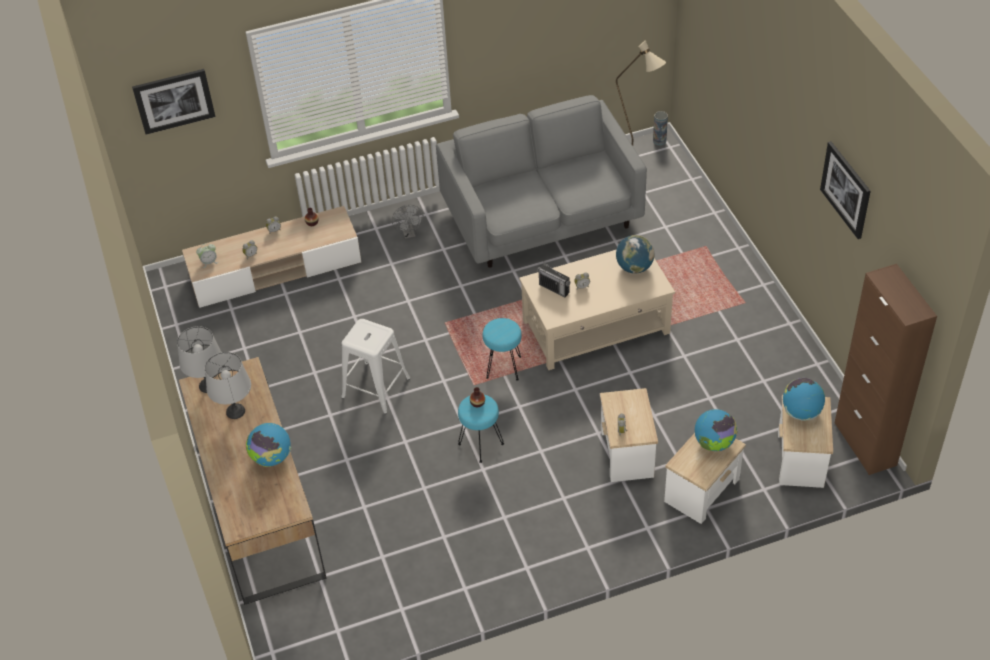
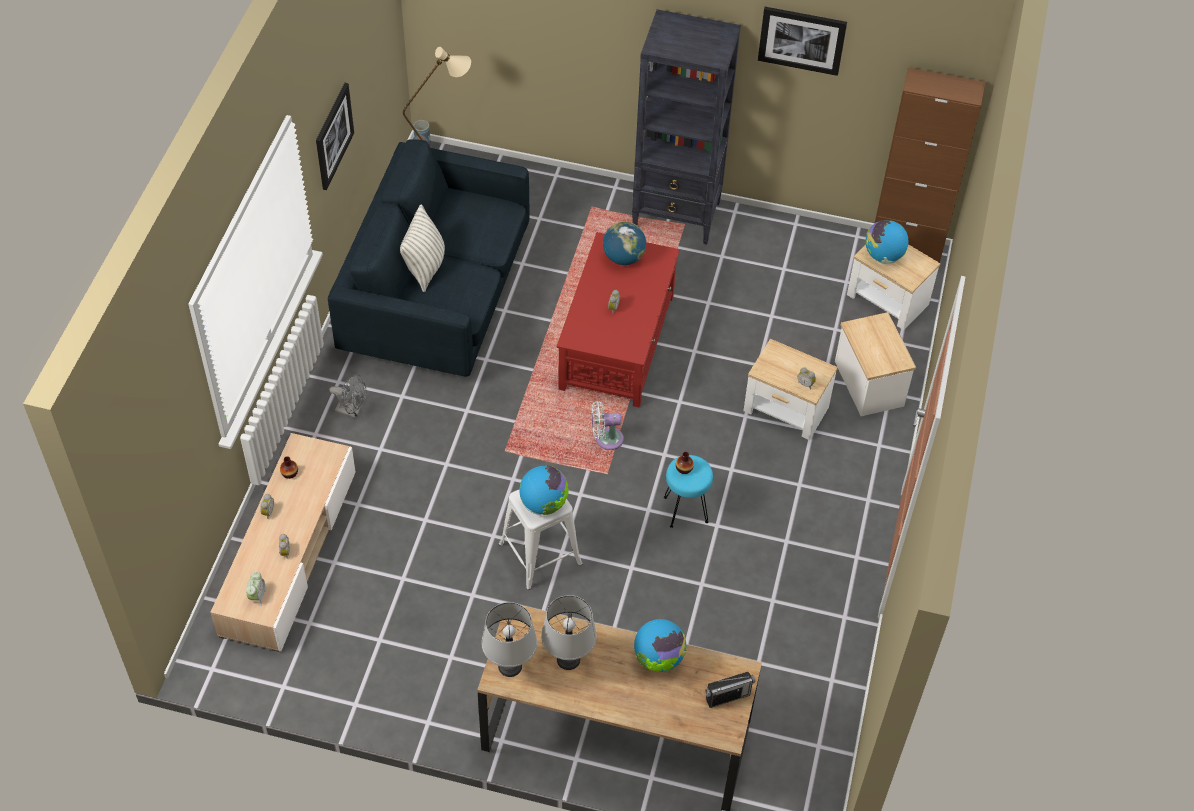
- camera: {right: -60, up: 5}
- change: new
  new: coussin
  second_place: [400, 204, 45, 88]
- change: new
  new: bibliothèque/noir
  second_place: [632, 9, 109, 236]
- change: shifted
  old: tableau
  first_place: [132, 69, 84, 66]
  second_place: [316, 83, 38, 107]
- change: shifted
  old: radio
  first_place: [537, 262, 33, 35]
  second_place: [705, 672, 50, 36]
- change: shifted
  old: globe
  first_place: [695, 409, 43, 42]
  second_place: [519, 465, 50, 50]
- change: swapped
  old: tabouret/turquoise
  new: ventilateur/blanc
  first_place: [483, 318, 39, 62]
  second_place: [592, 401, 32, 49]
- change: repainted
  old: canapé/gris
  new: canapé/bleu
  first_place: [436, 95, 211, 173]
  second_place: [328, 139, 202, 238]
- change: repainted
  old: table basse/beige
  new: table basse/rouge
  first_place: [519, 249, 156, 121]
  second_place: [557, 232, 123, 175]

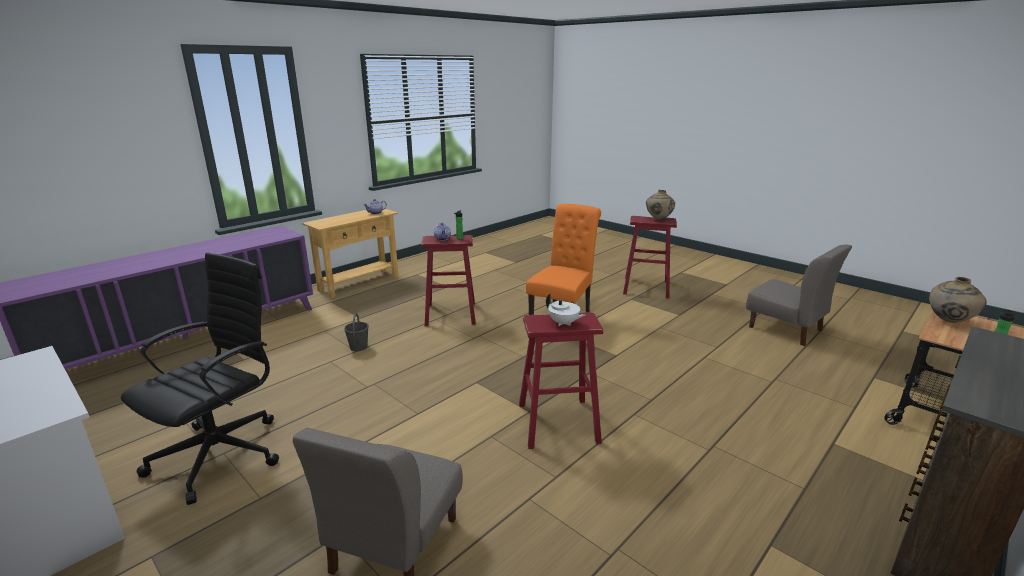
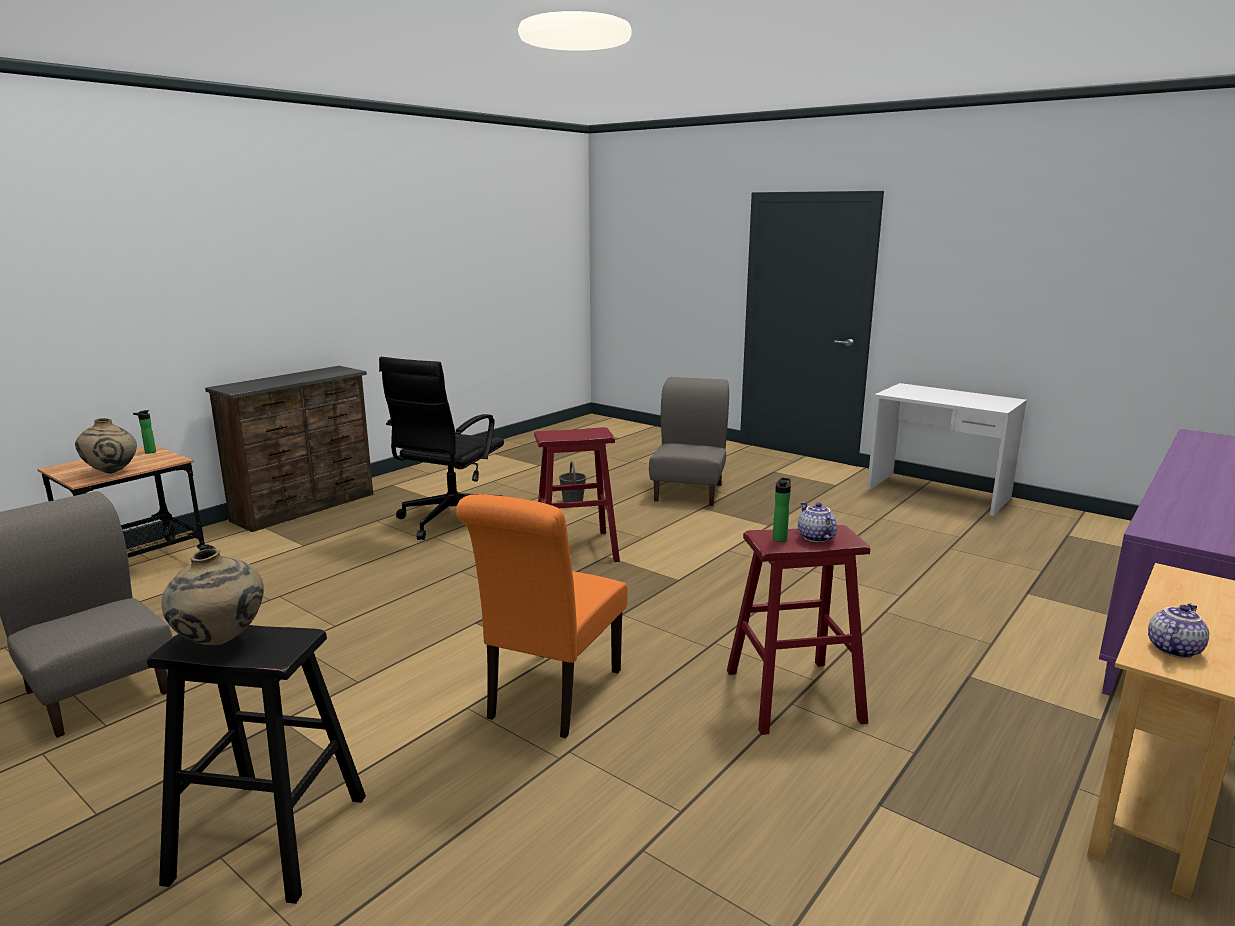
- camera: {right: 175, up: -5}
- change: gone
  old: théière/blanc
  first_place: [546, 294, 39, 32]
- change: shifted
  old: chaise de bureau/noir
  first_place: [121, 253, 158, 252]
  second_place: [379, 357, 125, 183]
- change: shifted
  old: seau/gris
  first_place: [344, 313, 25, 38]
  second_place: [559, 461, 27, 41]
- change: repainted
  old: tabouret/rouge
  new: tabouret/noir
  first_place: [623, 216, 54, 83]
  second_place: [147, 625, 219, 279]

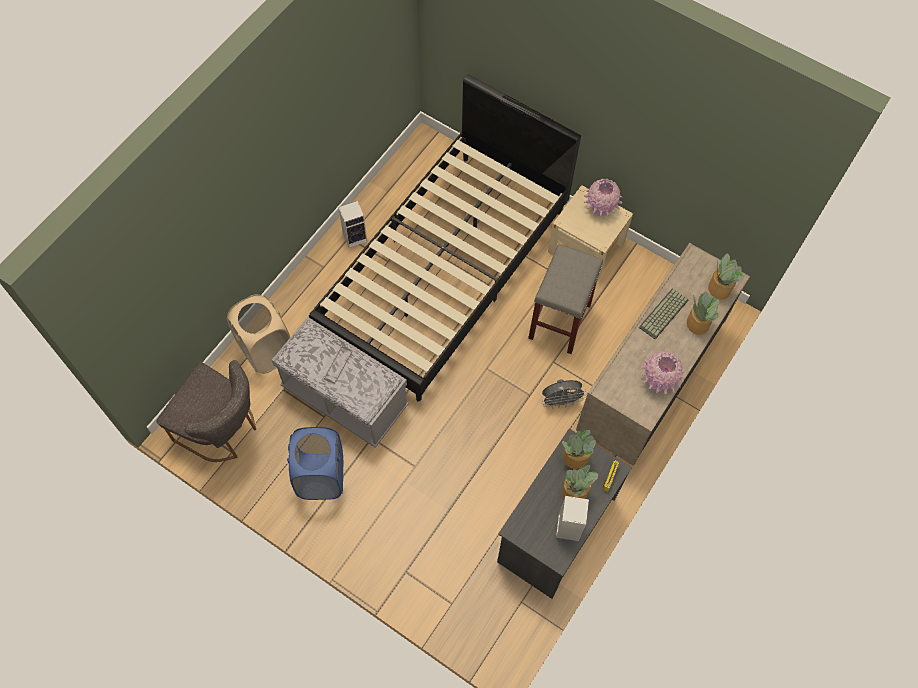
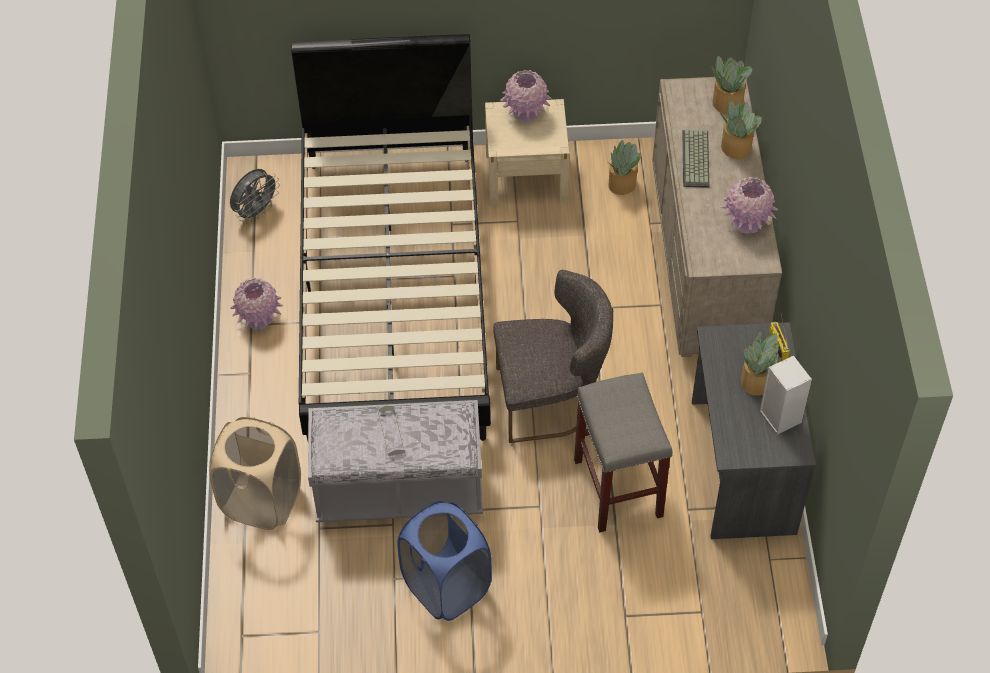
- camera: {right: -35, up: -10}
- change: shifted
  old: chaise/gris
  first_place: [156, 360, 100, 102]
  second_place: [493, 270, 120, 173]
- change: shifted
  old: tabouret/gris
  first_place: [528, 244, 75, 110]
  second_place: [574, 373, 99, 159]
- change: shifted
  old: ventilateur/gris
  first_place: [541, 379, 46, 30]
  second_place: [230, 169, 50, 53]
- change: shifted
  old: plante en pot
  first_place: [562, 430, 34, 39]
  second_place: [608, 140, 32, 55]
- change: swapped
  old: enceinte
  new: vase/rose
  first_place: [338, 201, 29, 47]
  second_place: [231, 278, 53, 52]

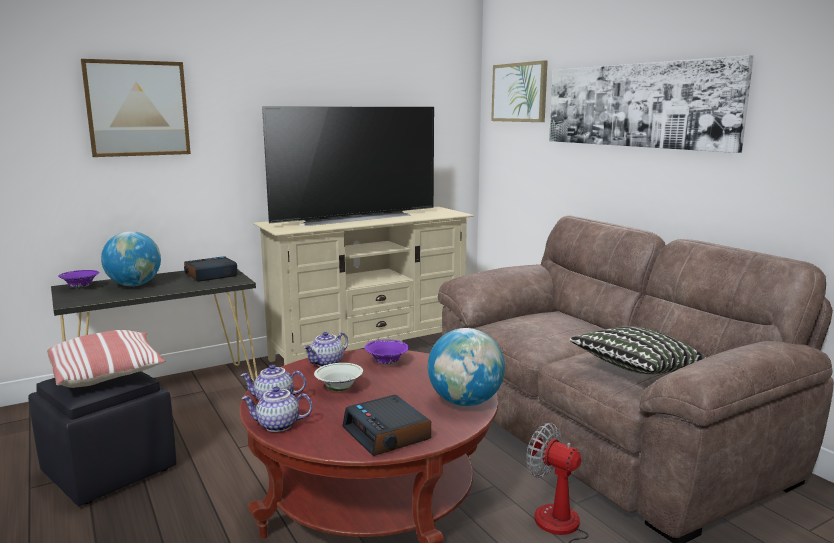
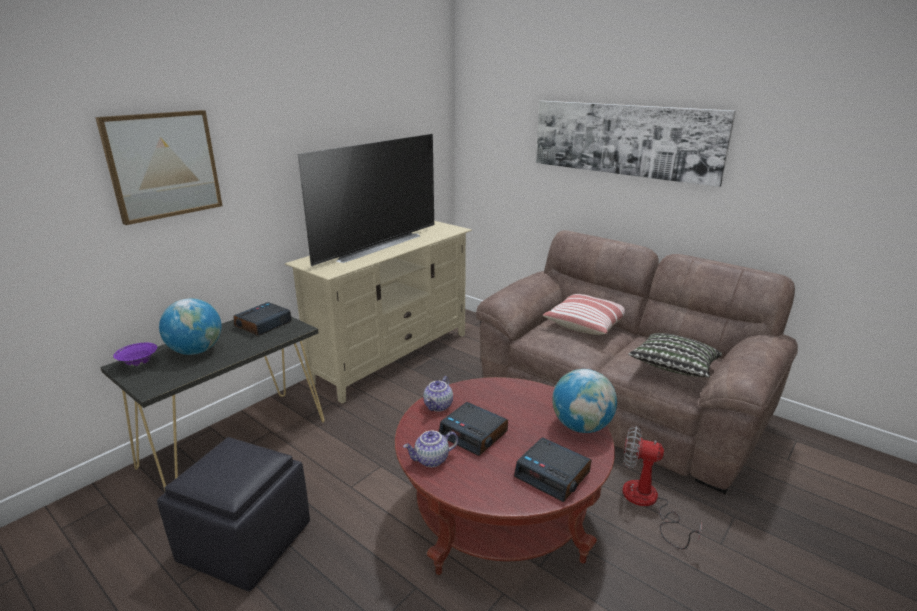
- camera: {right: -20, up: 10}
- change: gone
  old: théière
  first_place: [241, 386, 72, 46]
- change: gone
  old: bol/violet
  first_place: [365, 339, 44, 26]
- change: gone
  old: tableau
  first_place: [491, 60, 57, 62]
- change: shifted
  old: coussin
  first_place: [47, 330, 119, 58]
  second_place: [543, 294, 82, 41]
- change: swapped
  old: bol/blanc
  new: réveil
  first_place: [314, 363, 49, 28]
  second_place: [439, 402, 69, 54]

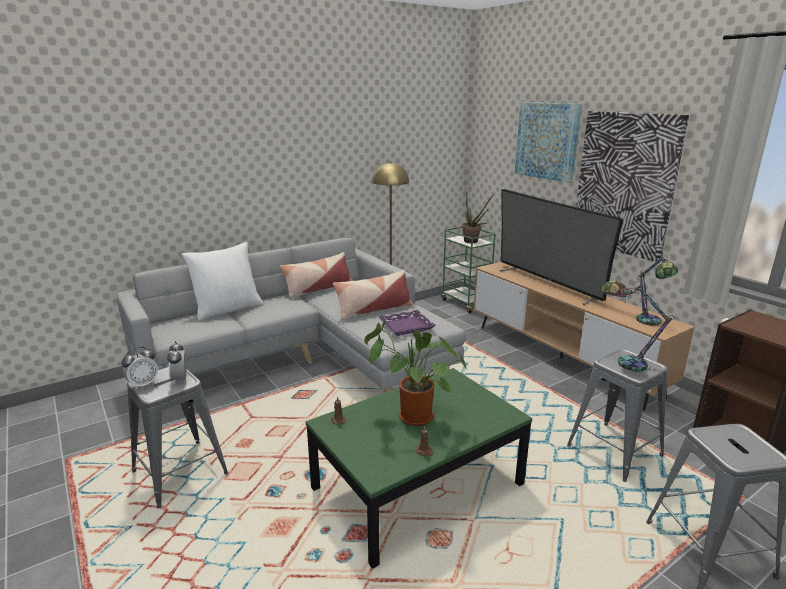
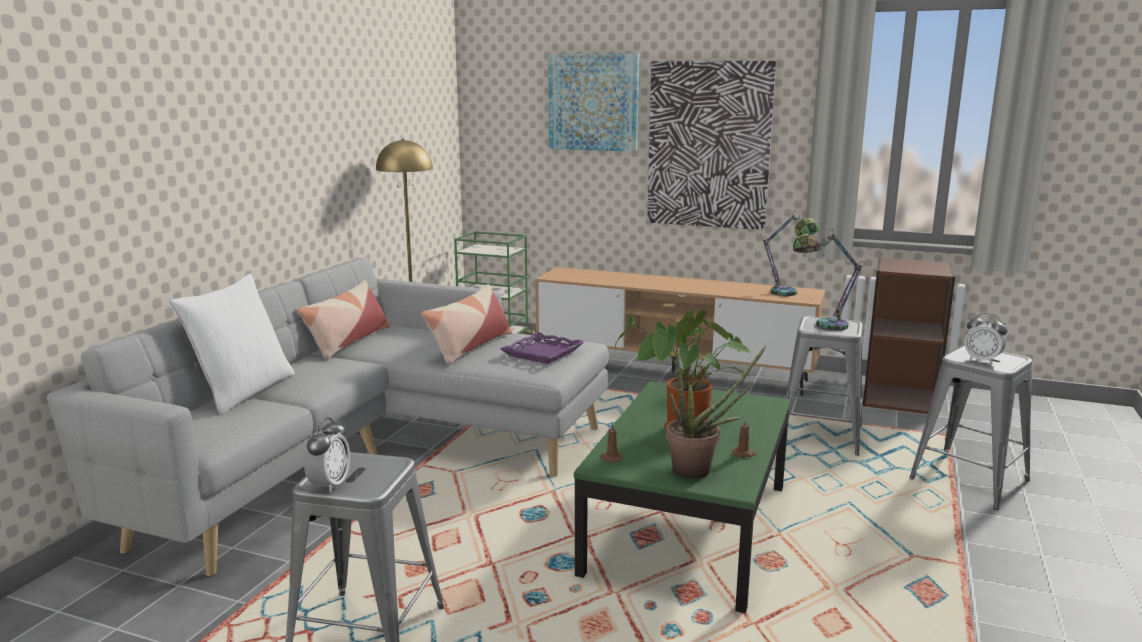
- camera: {right: -35, up: -5}
- change: gone
  old: téléviseur
  first_place: [500, 189, 123, 116]
- change: shifted
  old: réveil
  first_place: [167, 341, 20, 43]
  second_place: [964, 313, 43, 51]
- change: shifted
  old: plante en pot
  first_place: [462, 191, 32, 52]
  second_place: [666, 345, 100, 134]

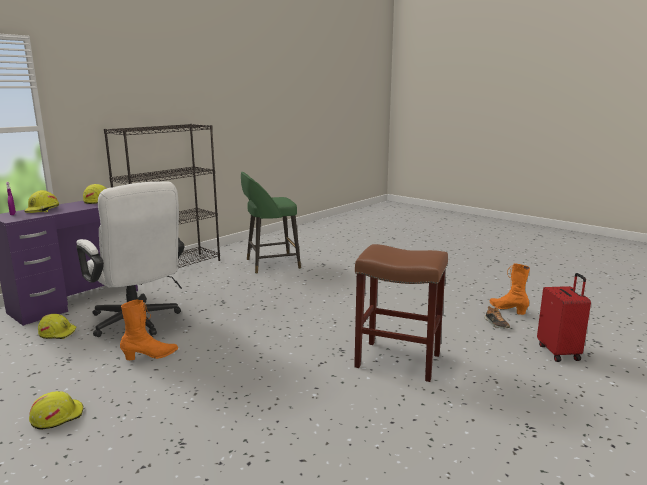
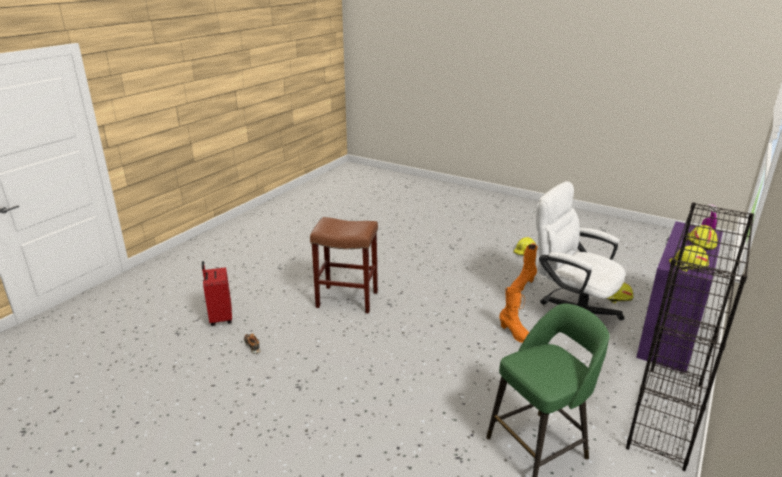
- camera: {right: 170, up: 10}
- change: shifted
  old: botte/orange
  first_place: [490, 263, 40, 52]
  second_place: [499, 287, 30, 56]

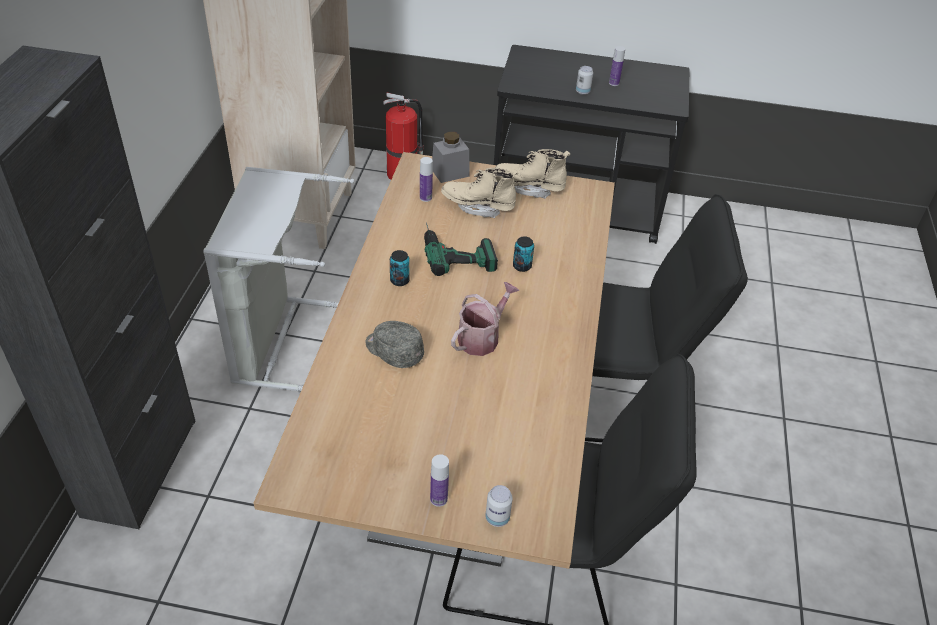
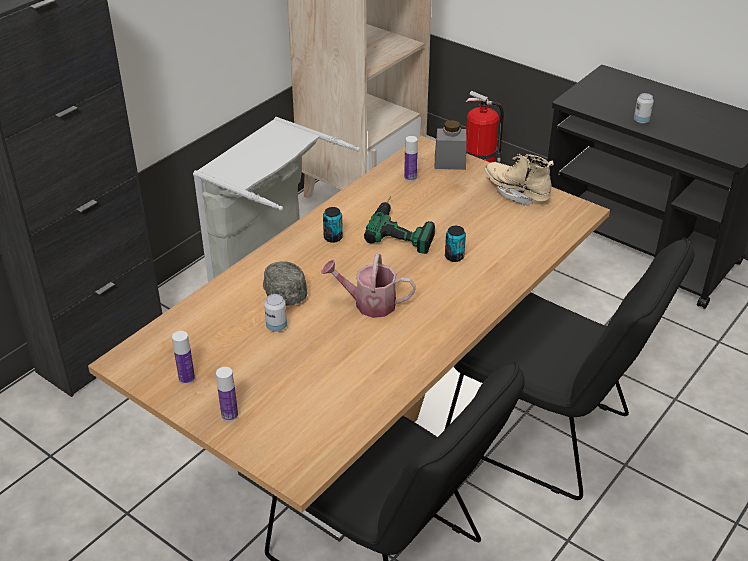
- camera: {right: 30, up: -5}
- change: gone
  old: botte/beige
  first_place: [441, 168, 78, 50]
- change: shifted
  old: boîte métallique
  first_place: [485, 485, 28, 42]
  second_place: [264, 294, 23, 38]
- change: shifted
  old: bouteille
  first_place: [609, 46, 16, 40]
  second_place: [172, 331, 23, 53]
- change: rotated
  old: arrosoir
  first_place: [451, 282, 69, 74]
  second_place: [321, 254, 95, 64]
  degrees: -150

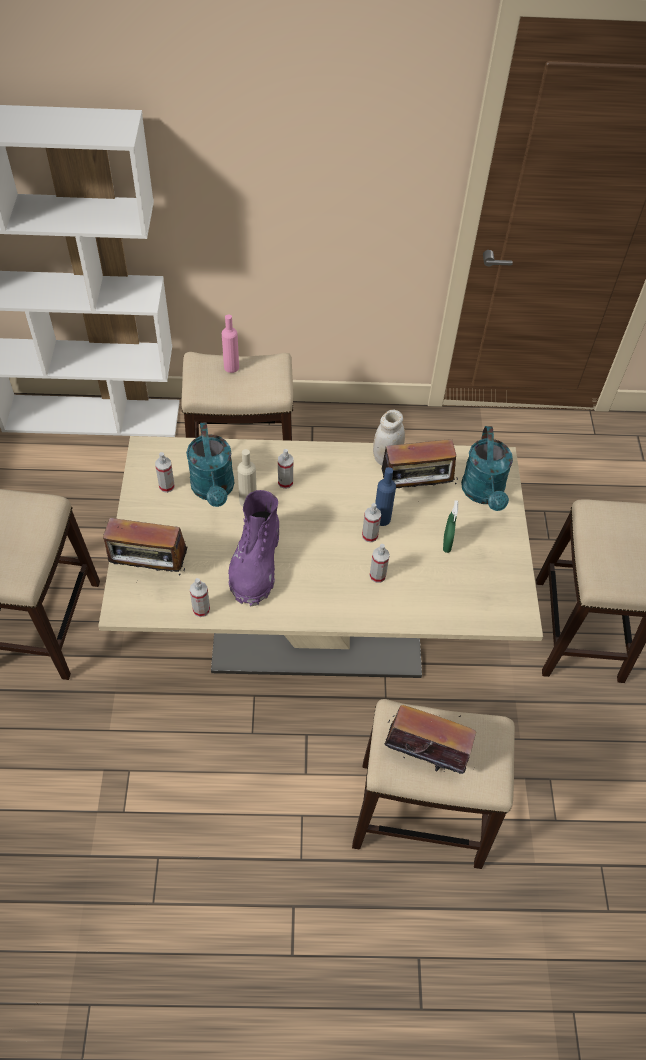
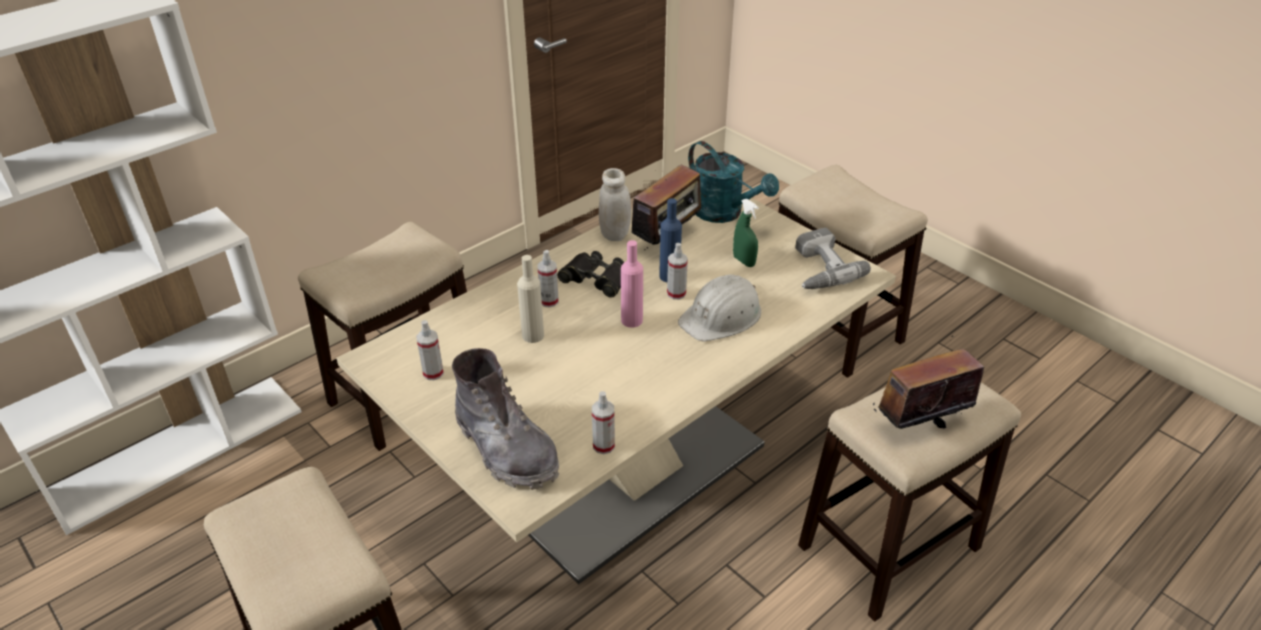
- camera: {right: -40, up: -15}
- change: gone
  old: arrosoir/turquoise
  first_place: [186, 422, 48, 85]
- change: gone
  old: botte/violet
  first_place: [228, 490, 51, 117]
- change: new
  new: jumelles/noir
  second_place: [557, 251, 67, 47]
- change: new
  new: perceuse
  second_place: [795, 228, 76, 61]
- change: shifted
  old: bouteille/rose
  first_place: [222, 314, 17, 59]
  second_place: [621, 240, 22, 88]
- change: swapped
  old: radio
  new: botte/gris
  first_place: [103, 518, 84, 57]
  second_place: [452, 348, 107, 142]
- change: swapped
  old: vaporisateur
  new: casque de chantier/blanc
  first_place: [370, 544, 20, 39]
  second_place: [678, 275, 83, 66]

